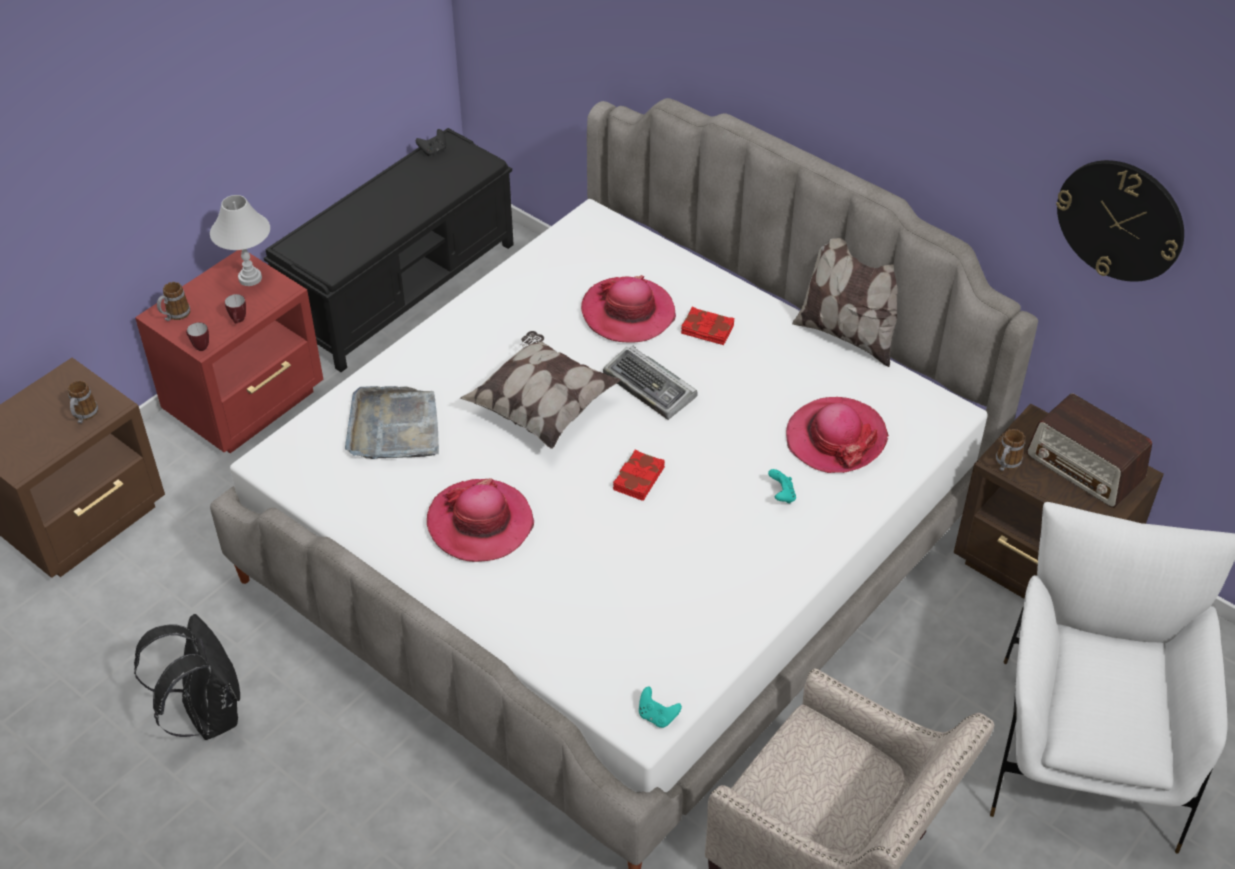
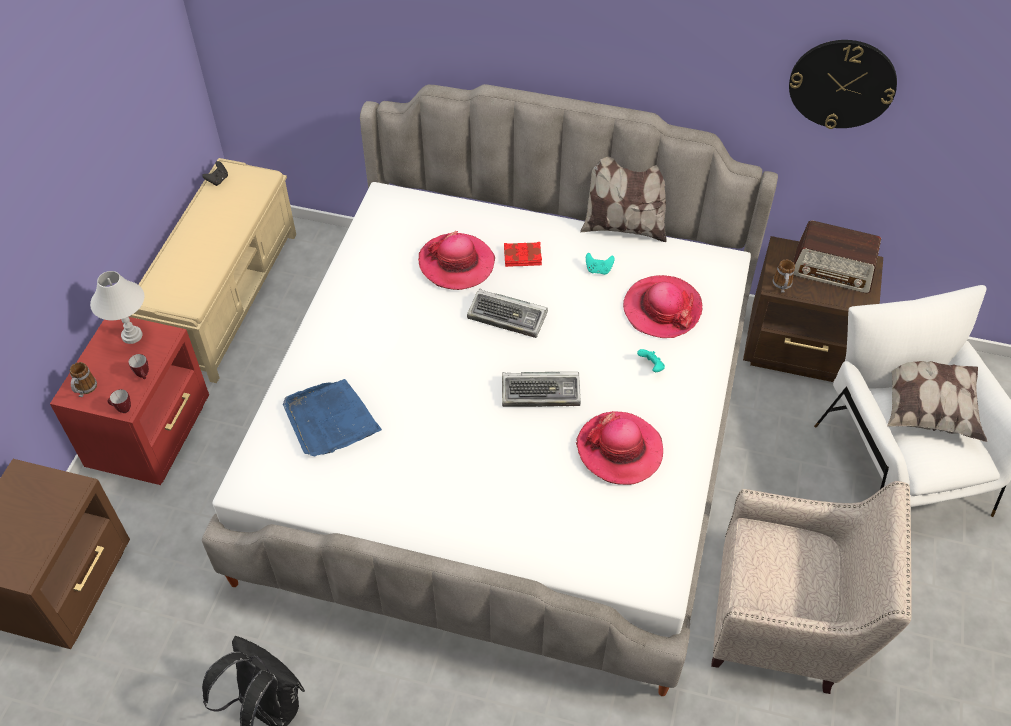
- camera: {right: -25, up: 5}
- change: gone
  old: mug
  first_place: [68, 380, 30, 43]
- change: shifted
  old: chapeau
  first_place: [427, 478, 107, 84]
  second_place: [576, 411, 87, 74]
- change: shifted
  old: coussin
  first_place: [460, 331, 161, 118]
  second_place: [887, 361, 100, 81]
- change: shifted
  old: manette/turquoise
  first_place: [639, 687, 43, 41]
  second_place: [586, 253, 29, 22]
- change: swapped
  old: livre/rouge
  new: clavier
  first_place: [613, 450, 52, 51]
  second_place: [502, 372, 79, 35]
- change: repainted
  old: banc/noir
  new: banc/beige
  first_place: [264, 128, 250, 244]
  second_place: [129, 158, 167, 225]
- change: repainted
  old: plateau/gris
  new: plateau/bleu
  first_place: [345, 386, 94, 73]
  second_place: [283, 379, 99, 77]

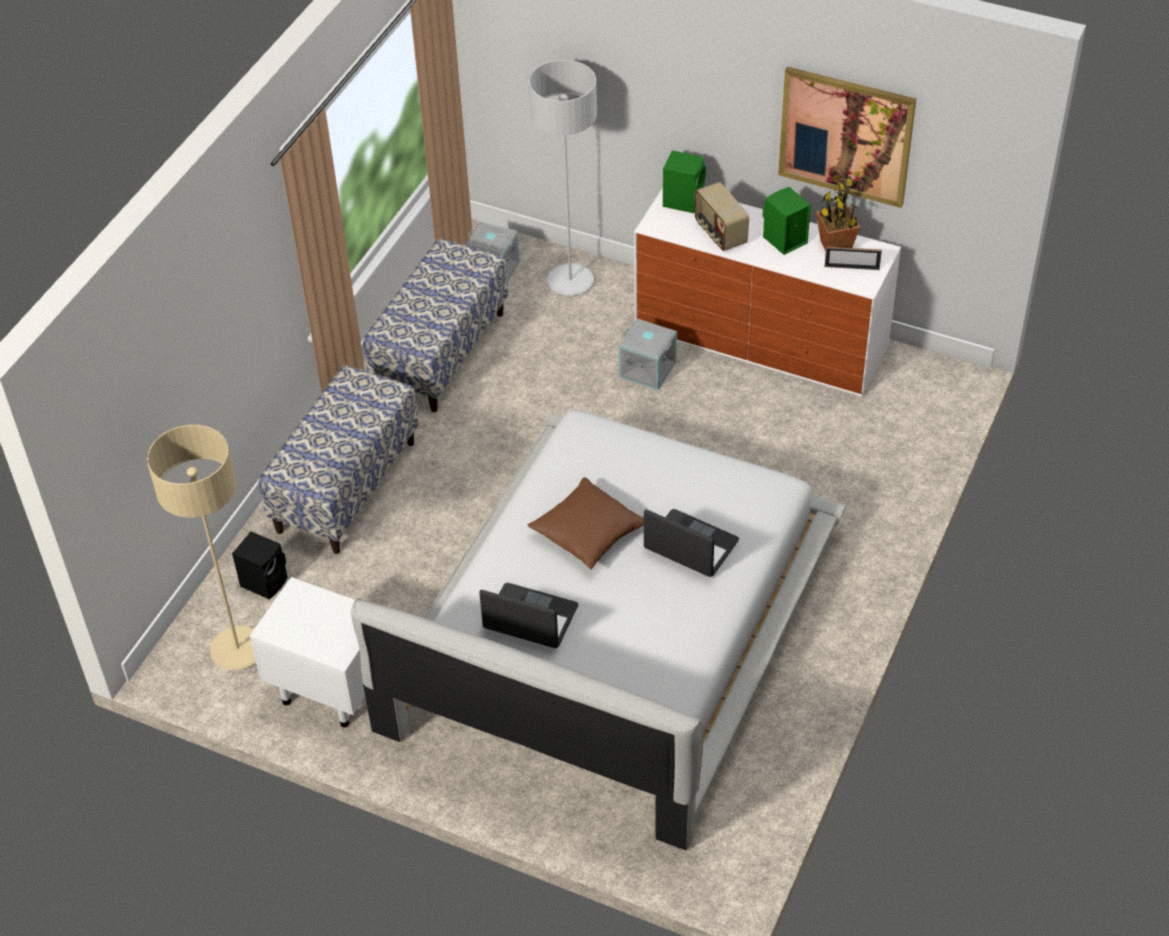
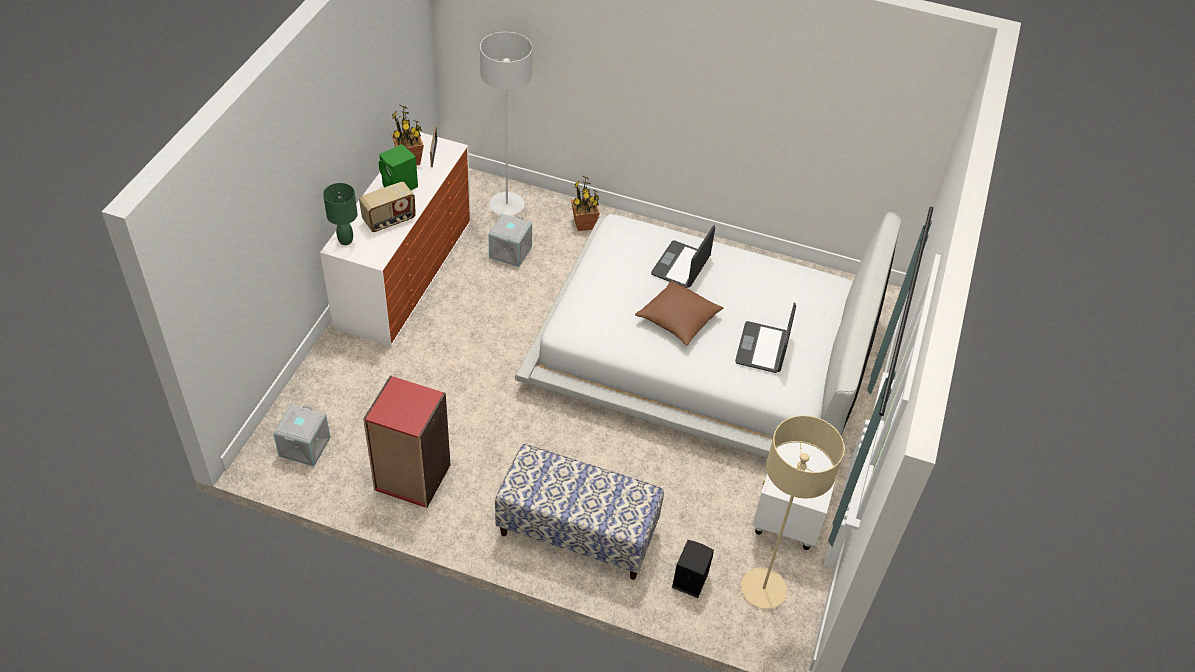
- camera: {right: -100, up: 0}
- change: gone
  old: tableau
  first_place: [778, 67, 138, 141]
- change: new
  new: plante en pot
  second_place: [571, 176, 29, 55]
- change: shifted
  old: lampadaire/gris
  first_place: [529, 60, 68, 236]
  second_place: [480, 32, 53, 184]
- change: shifted
  old: boîte de rangement/gris
  first_place: [619, 319, 58, 71]
  second_place: [488, 214, 44, 53]
- change: swapped
  old: banc
  new: bibliothèque/rouge
  first_place: [363, 239, 146, 173]
  second_place: [363, 375, 88, 133]
- change: swapped
  old: enceinte/vert
  new: lampe de table/vert
  first_place: [663, 150, 43, 63]
  second_place: [323, 183, 35, 62]

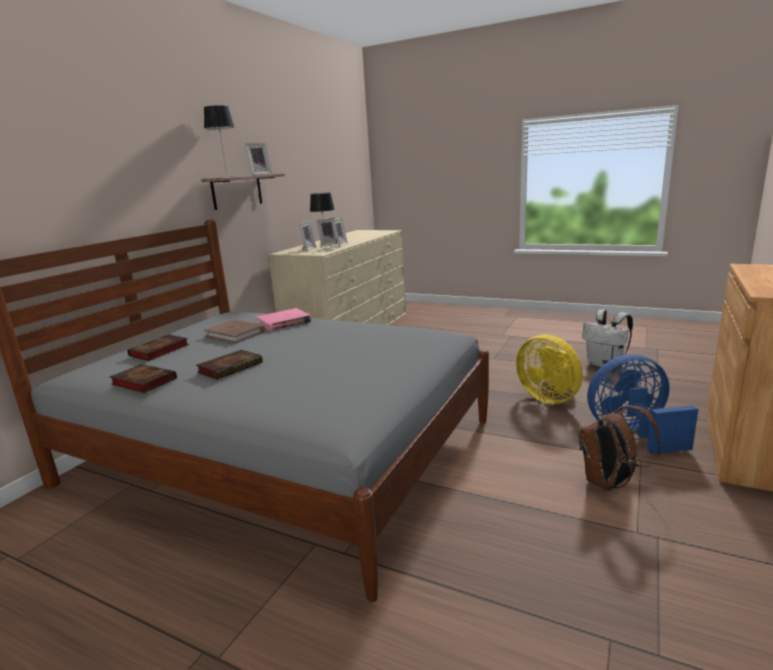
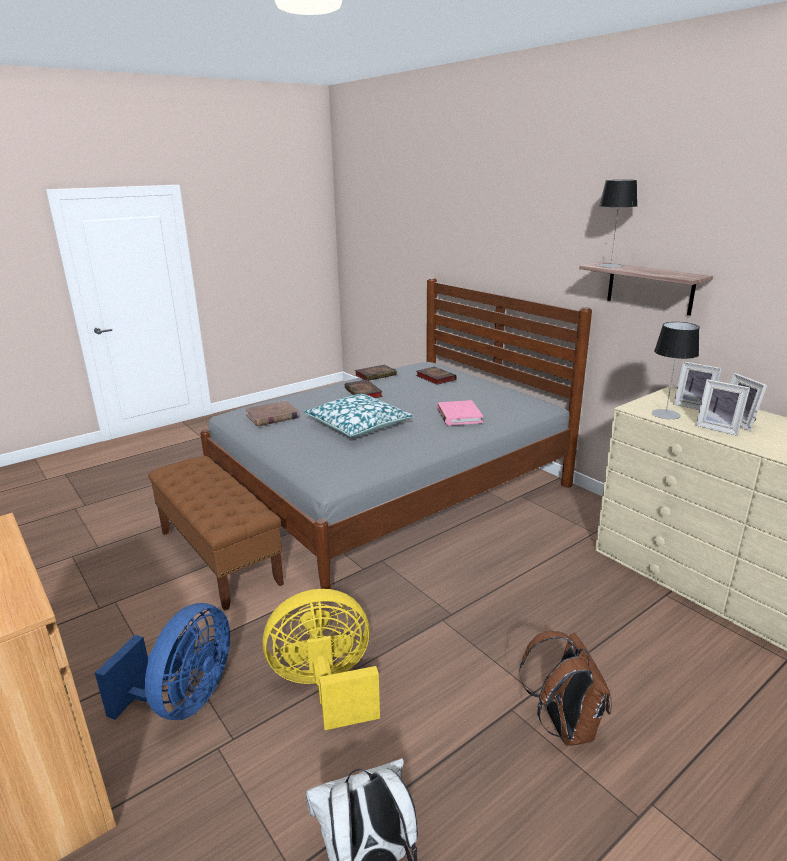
- camera: {right: 115, up: 5}
- change: gone
  old: cadre photo
  first_place: [245, 143, 27, 32]
- change: new
  new: banc/marron
  second_place: [148, 456, 136, 155]
- change: new
  new: coussin
  second_place: [304, 394, 110, 43]
- change: shifted
  old: livre/marron
  first_place: [204, 320, 61, 24]
  second_place: [245, 400, 55, 27]
- change: shifted
  old: sac à dos/marron
  first_place: [579, 405, 81, 86]
  second_place: [519, 631, 92, 115]

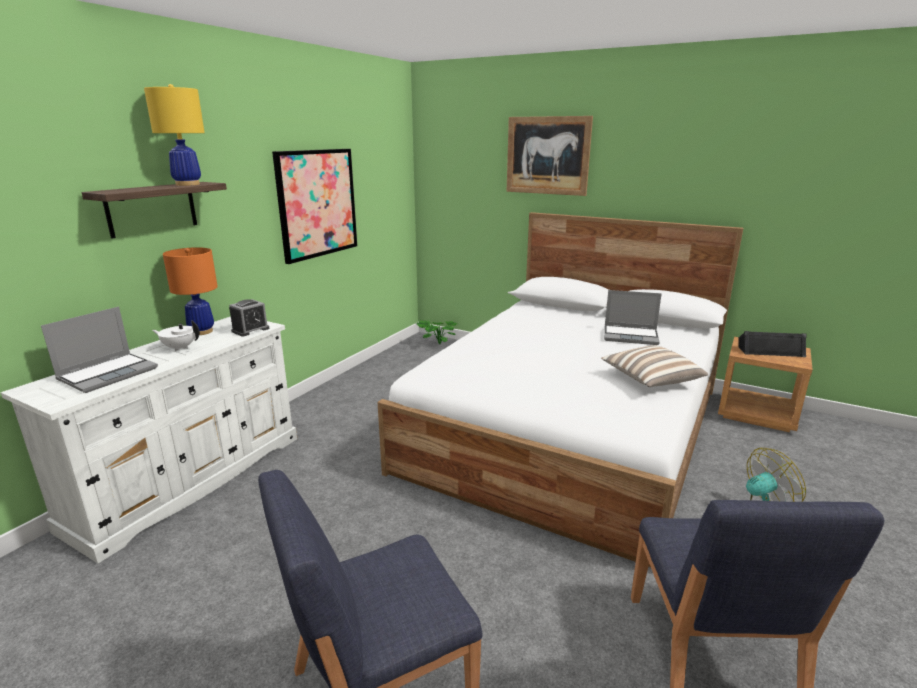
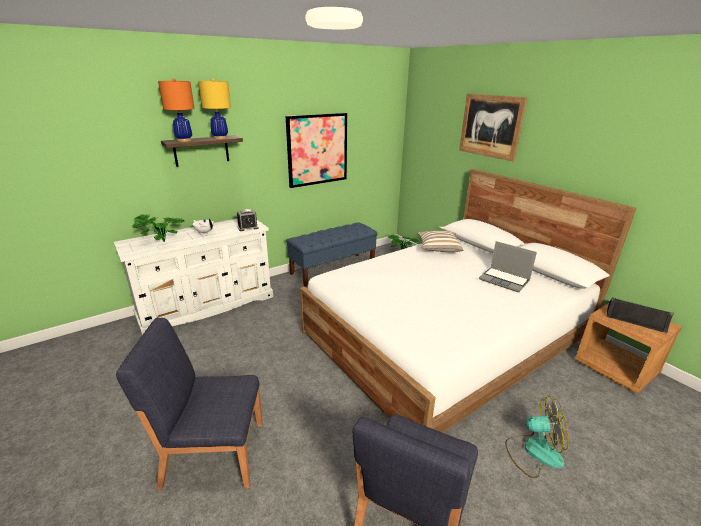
- camera: {right: 25, up: 5}
- change: new
  new: banc/bleu
  second_place: [286, 223, 92, 64]
- change: shifted
  old: lampe de table/orange
  first_place: [163, 247, 55, 88]
  second_place: [158, 78, 37, 64]
- change: shifted
  old: coussin
  first_place: [601, 345, 107, 42]
  second_place: [418, 231, 46, 21]
- change: swapped
  old: ordinateur portable
  new: plante en pot
  first_place: [41, 307, 117, 86]
  second_place: [132, 214, 53, 28]

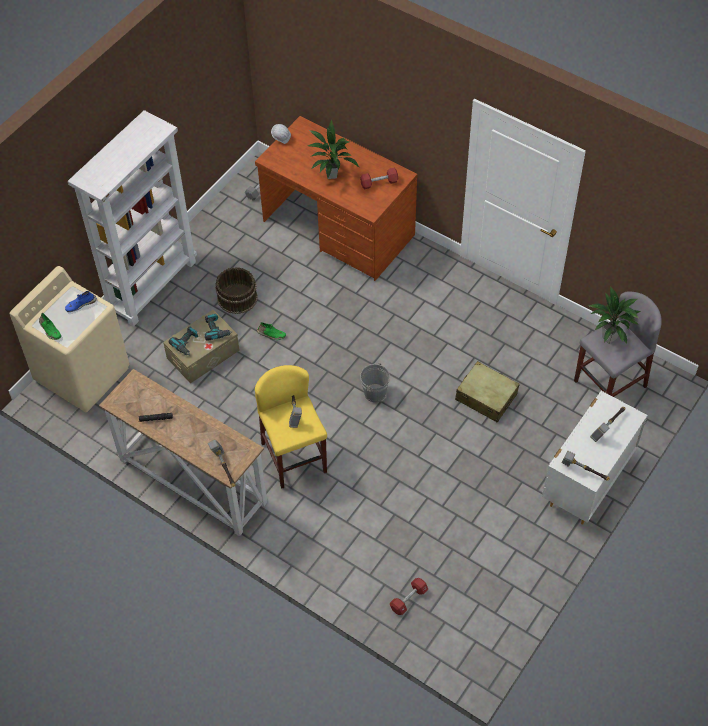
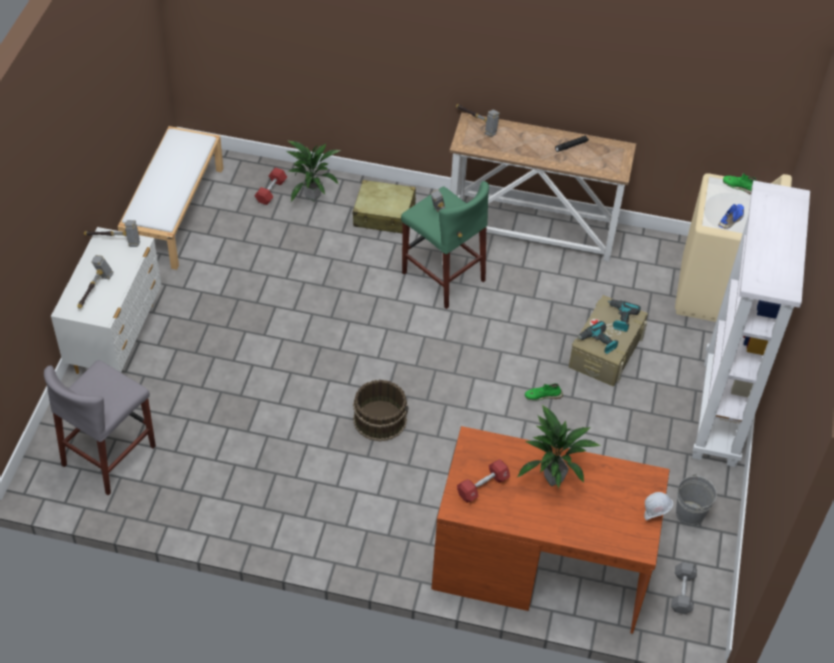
- camera: {right: 155, up: -5}
- change: new
  new: banc/blanc
  second_place: [118, 126, 105, 144]
- change: shifted
  old: seau/marron
  first_place: [215, 267, 43, 47]
  second_place: [353, 380, 56, 62]
- change: shifted
  old: seau/gris
  first_place: [360, 362, 30, 40]
  second_place: [676, 473, 41, 53]
- change: shifted
  old: valise/beige
  first_place: [455, 361, 65, 62]
  second_place: [353, 180, 63, 54]
- change: shifted
  old: plante en pot
  first_place: [589, 286, 52, 58]
  second_place: [287, 140, 54, 62]
- change: repainted
  old: tabouret/jaune
  new: tabouret/vert
  first_place: [255, 365, 72, 124]
  second_place: [401, 181, 88, 128]

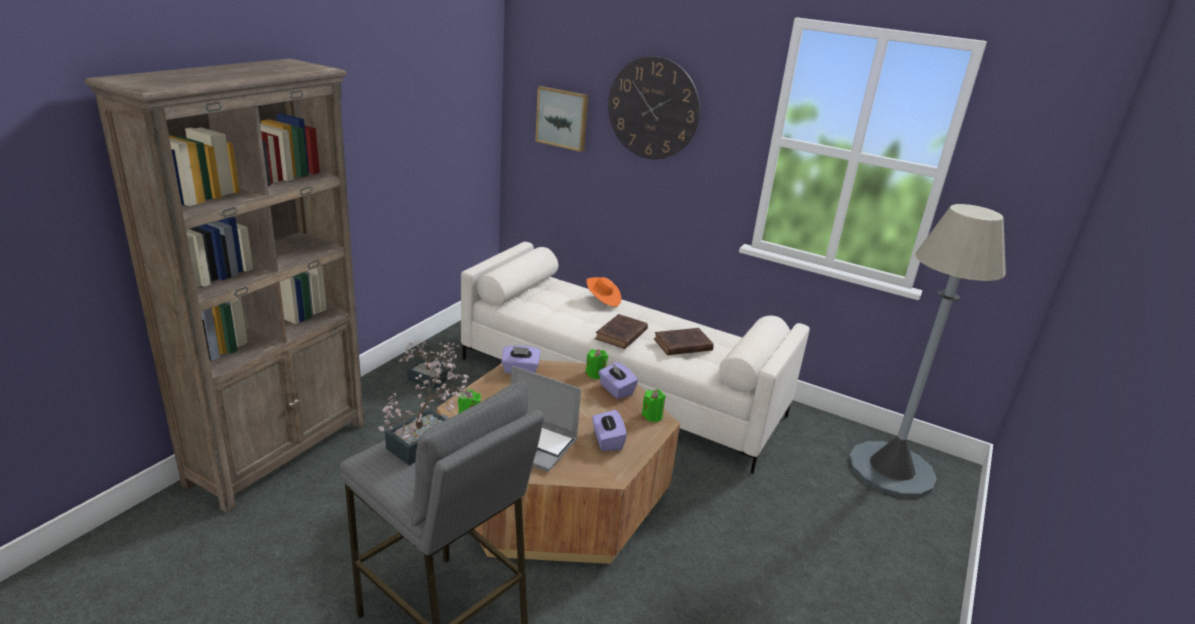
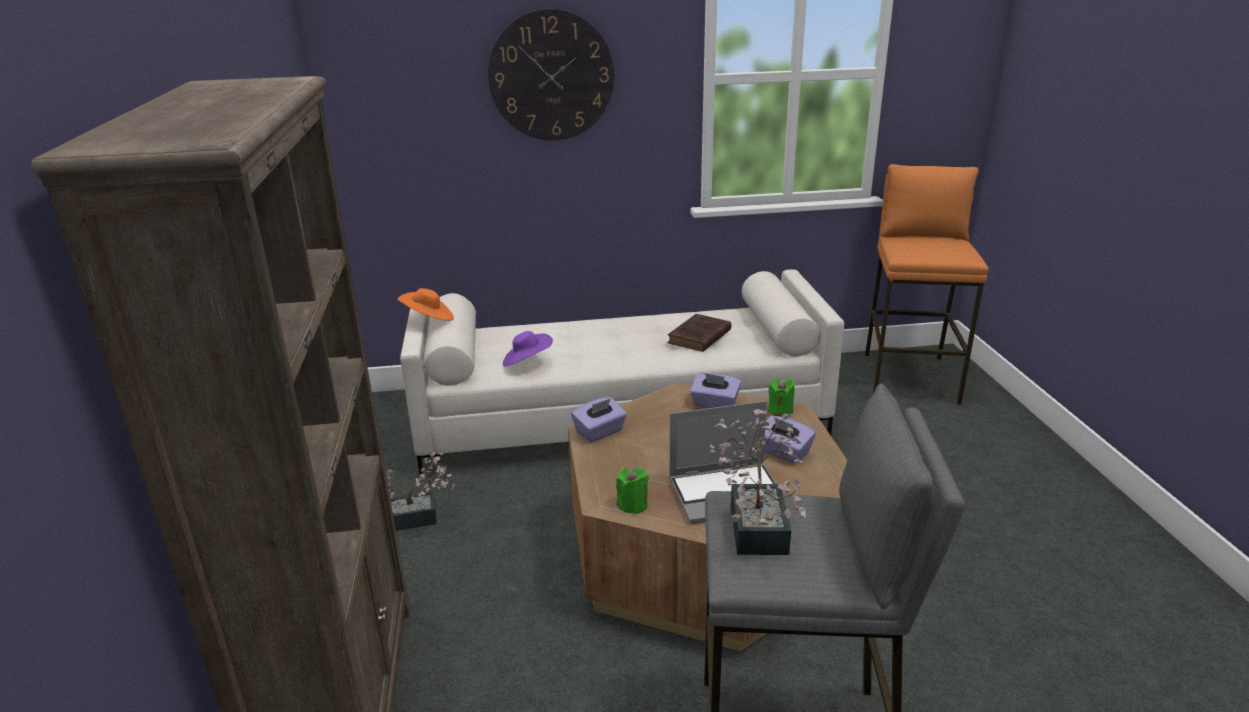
- camera: {right: -35, up: 0}
- change: gone
  old: tableau
  first_place: [535, 86, 54, 66]
- change: gone
  old: bougie/vert
  first_place: [585, 349, 23, 30]
- change: gone
  old: livre/marron
  first_place: [595, 314, 53, 35]
- change: new
  new: chapeau/violet
  second_place: [503, 331, 50, 36]
- change: shifted
  old: chapeau/orange
  first_place: [586, 277, 35, 30]
  second_place: [397, 288, 57, 33]
- change: swapped
  old: lampadaire/gris
  new: tabouret/orange
  first_place: [849, 204, 157, 293]
  second_place: [865, 164, 124, 241]

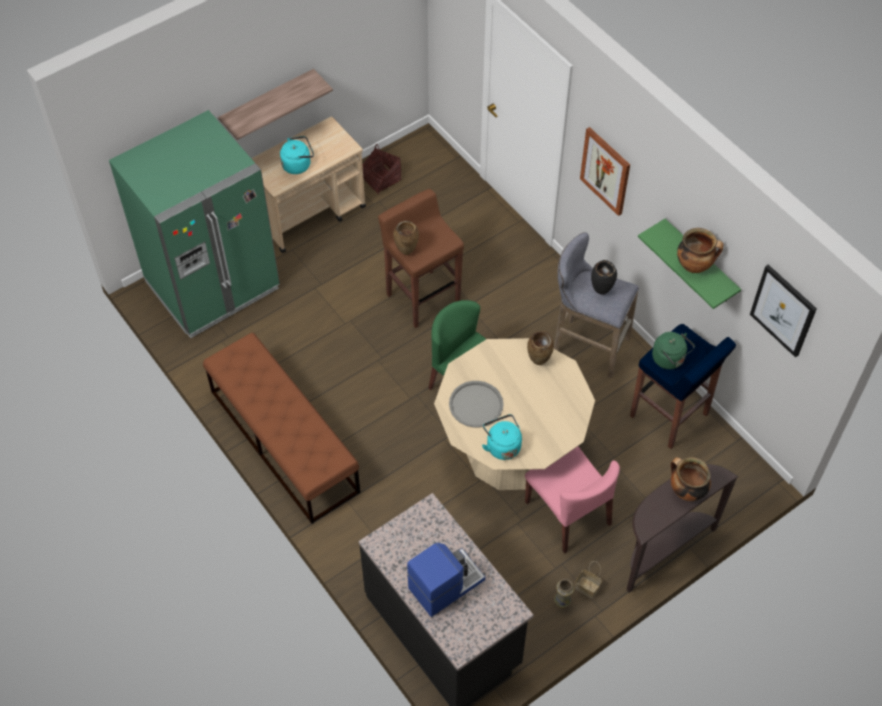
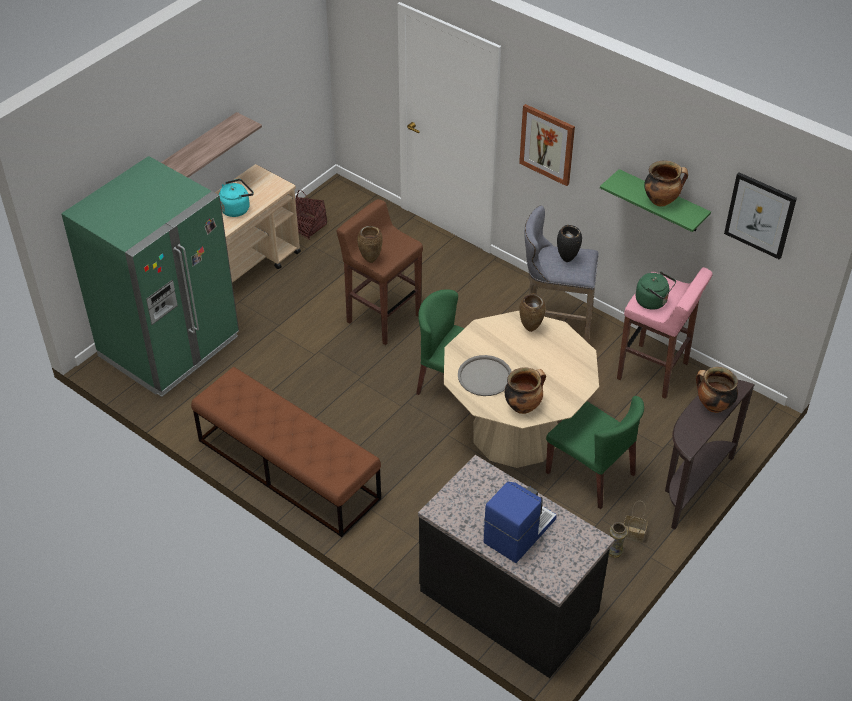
- camera: {right: -15, up: -10}
- change: swapped
  old: bouilloire/turquoise
  new: marmite
  first_place: [482, 414, 40, 46]
  second_place: [505, 367, 41, 47]
- change: repainted
  old: chaise/rose
  new: chaise/vert
  first_place: [525, 446, 95, 107]
  second_place: [546, 396, 98, 113]
- change: repainted
  old: tabouret/bleu
  new: tabouret/rose
  first_place: [630, 324, 106, 125]
  second_place: [617, 267, 96, 132]

